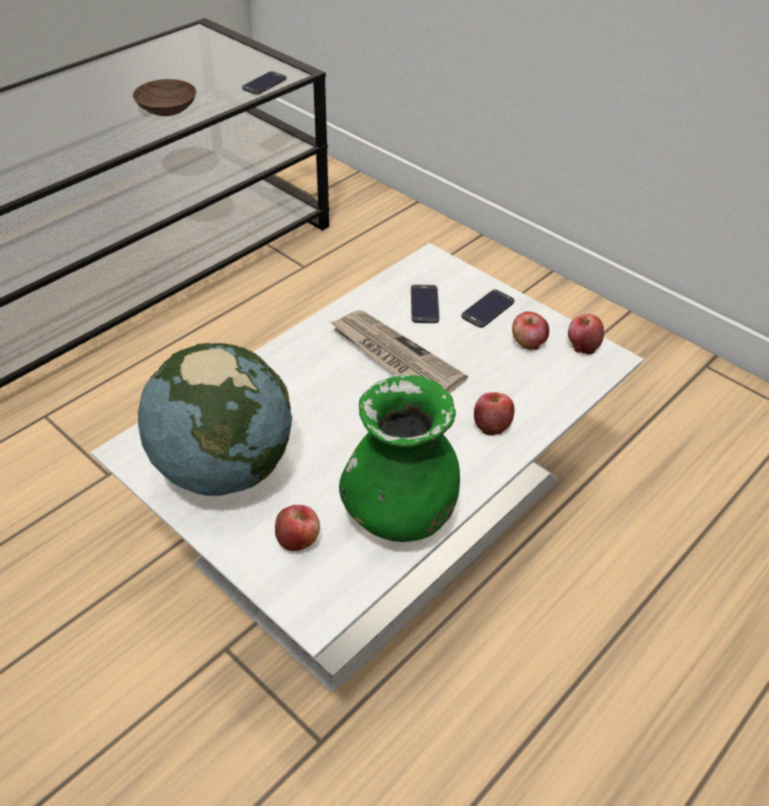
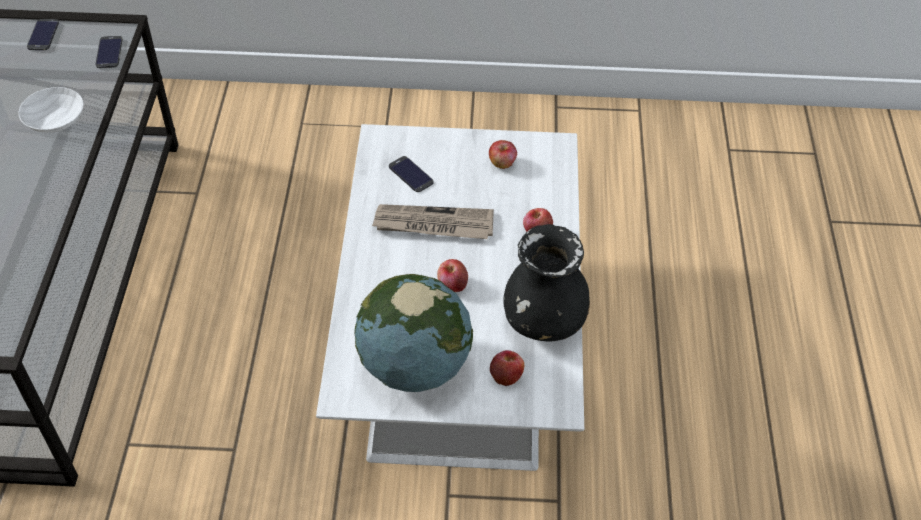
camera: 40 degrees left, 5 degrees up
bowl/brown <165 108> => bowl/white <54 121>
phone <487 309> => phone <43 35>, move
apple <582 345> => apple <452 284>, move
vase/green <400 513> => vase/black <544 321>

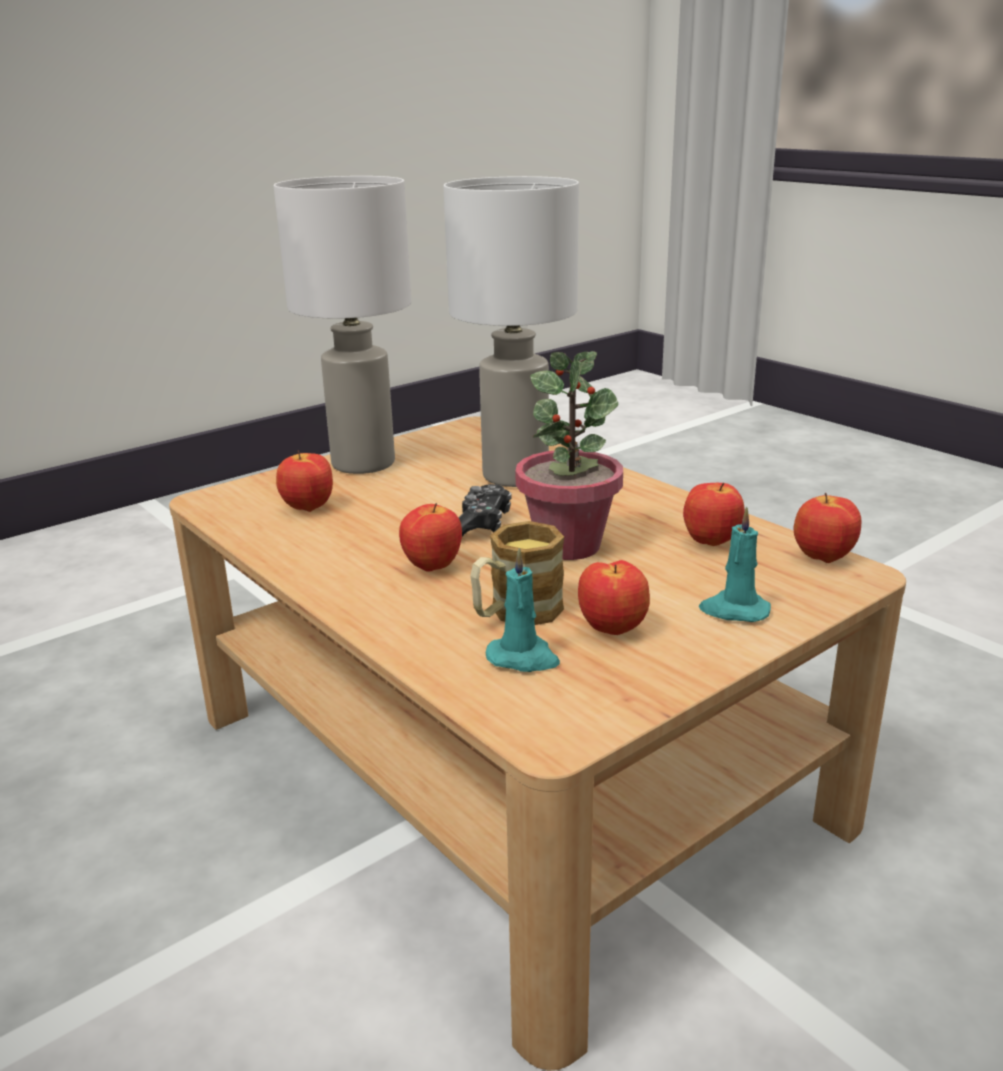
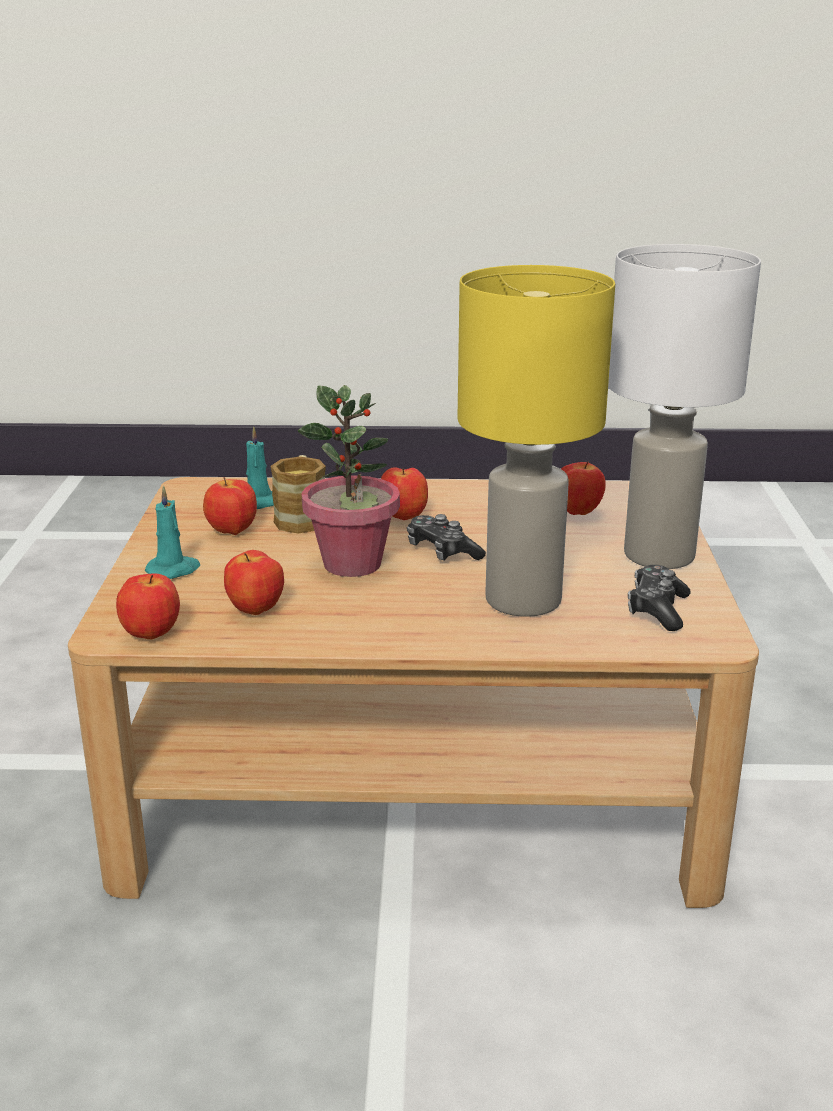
camera: 130 degrees right, 0 degrees up
table lamp/white <513 476> => table lamp/yellow <523 600>
nothing => game controller <657 609>

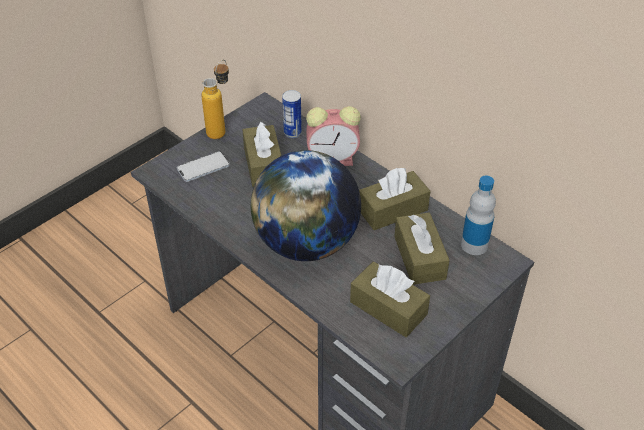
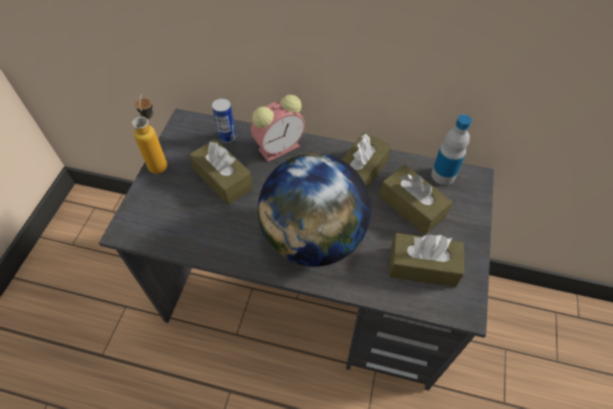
camera: 30 degrees left, 10 degrees up
phone <203 167> => nothing

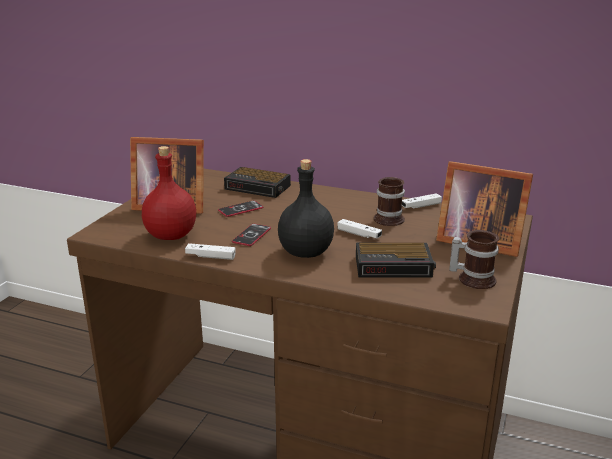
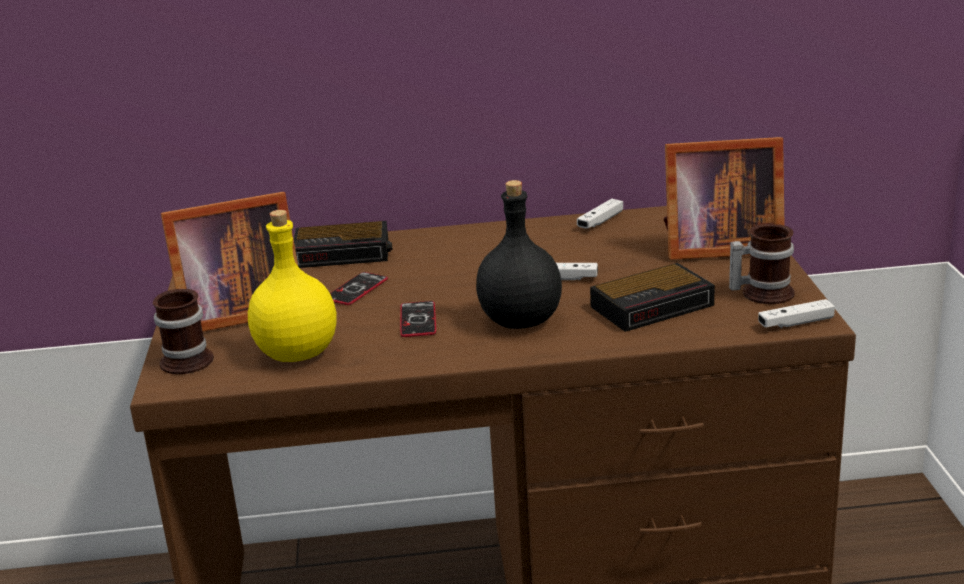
camera: 25 degrees left, 0 degrees up
mug <390 218> => mug <188 358>, move
bottle/red <172 236> => bottle/yellow <299 353>
game controller/white <210 256> => game controller/white <796 323>, move

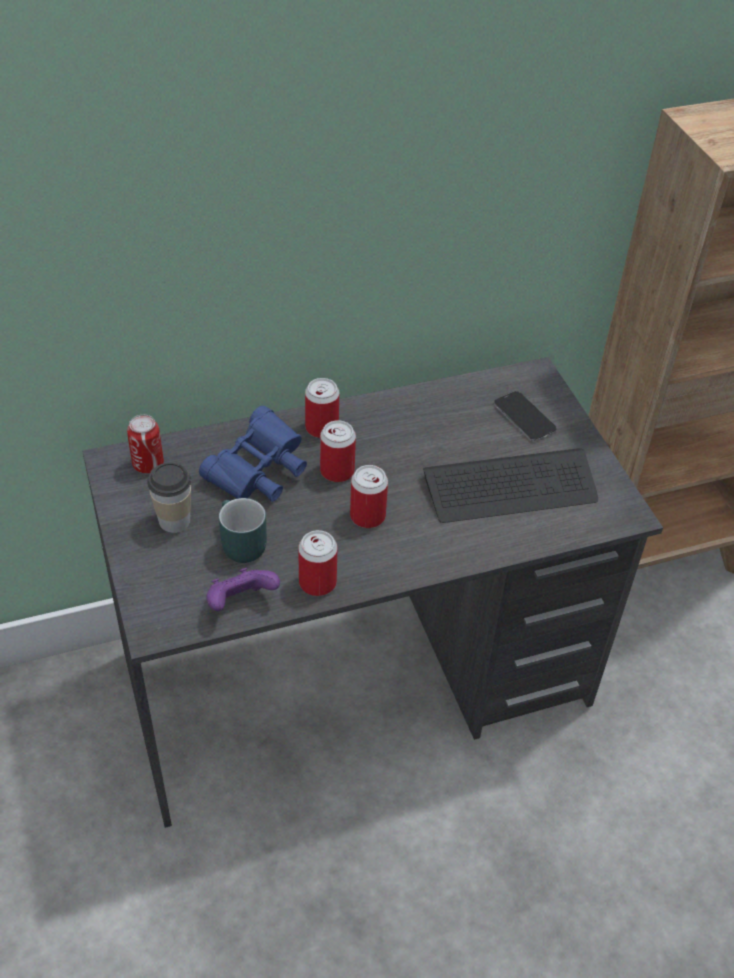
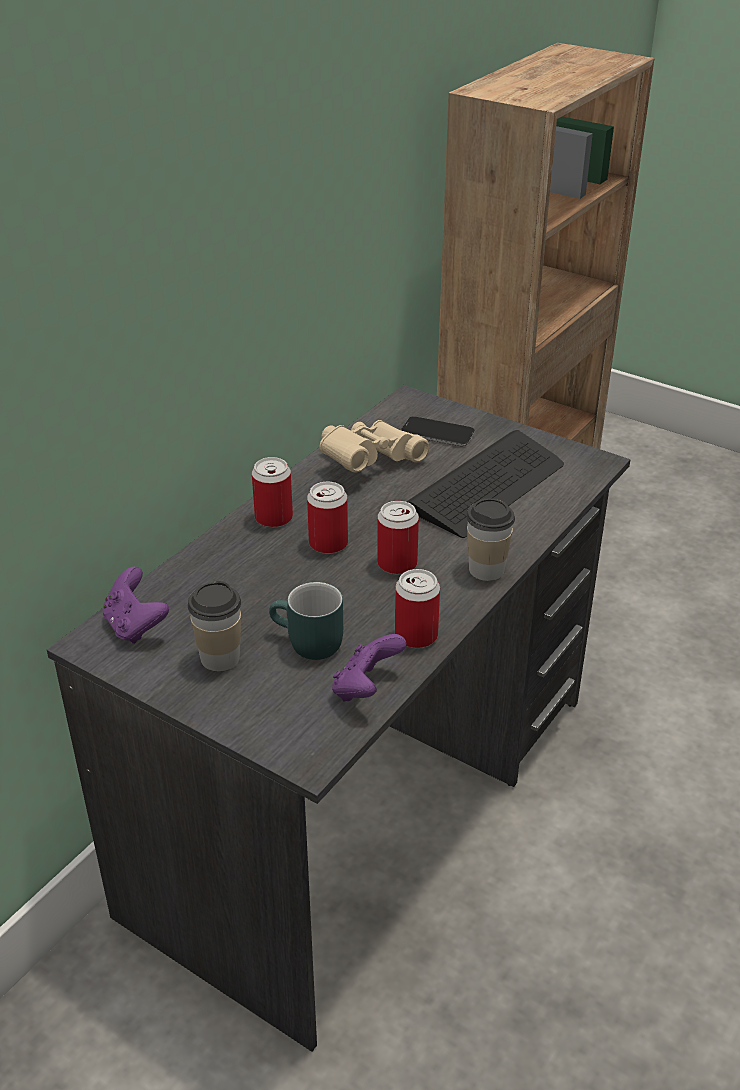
camera: 35 degrees left, 10 degrees down
can <148 464> => game controller/purple <135 626>
nothing => binoculars/beige <368 462>
nothing => cup <486 570>
binoculars/blue <258 473> => nothing

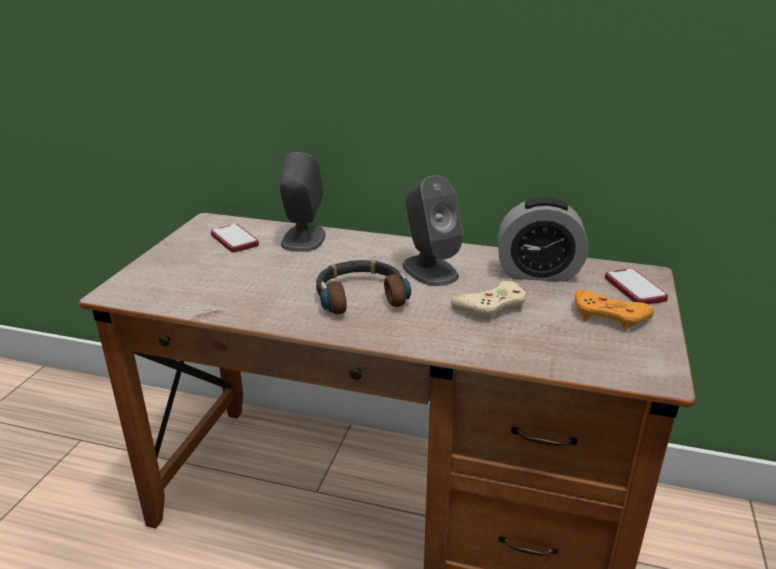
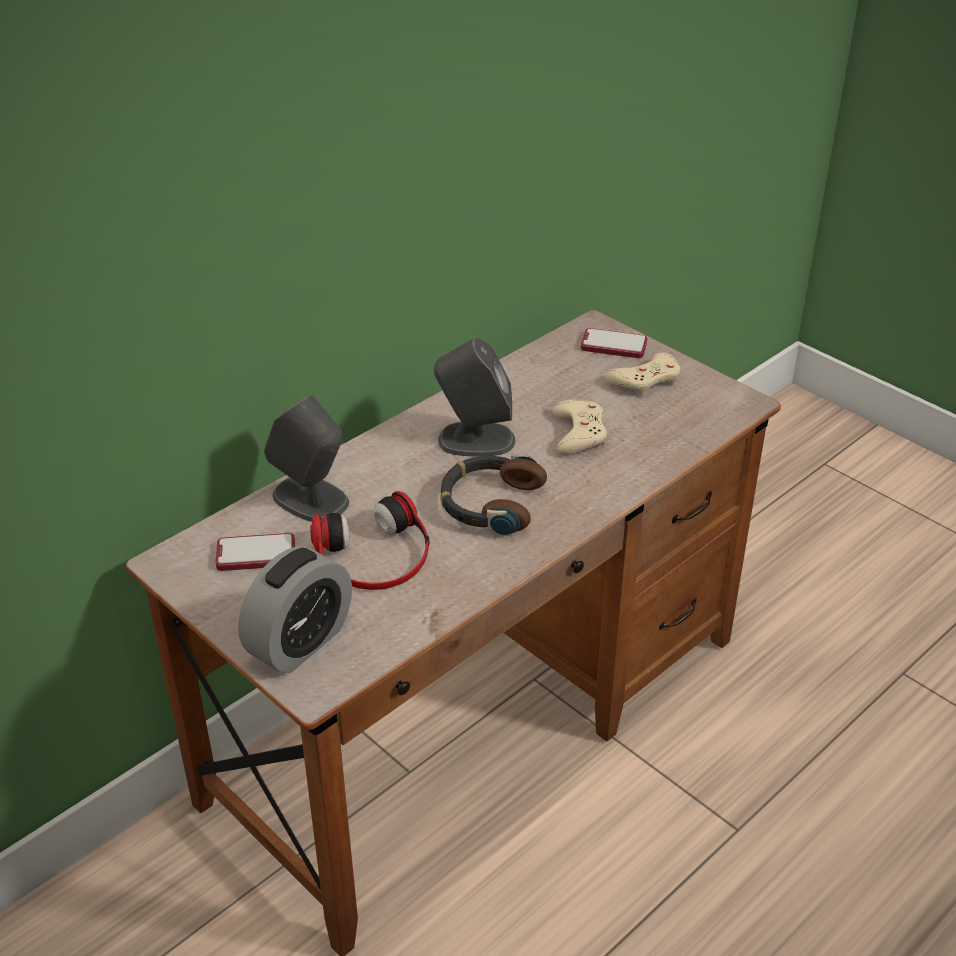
camera: 60 degrees left, 10 degrees up
alarm clock <538 273> => alarm clock <300 642>, move
nothing => headphones <374 555>
game controller/orange <610 316> => game controller/beige <646 380>

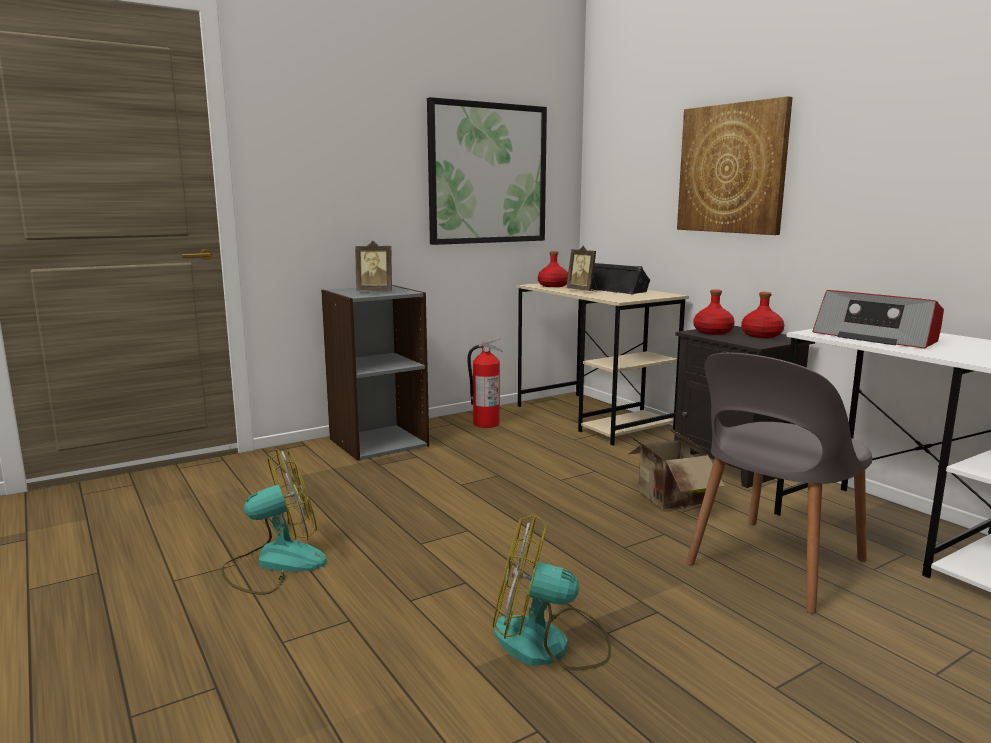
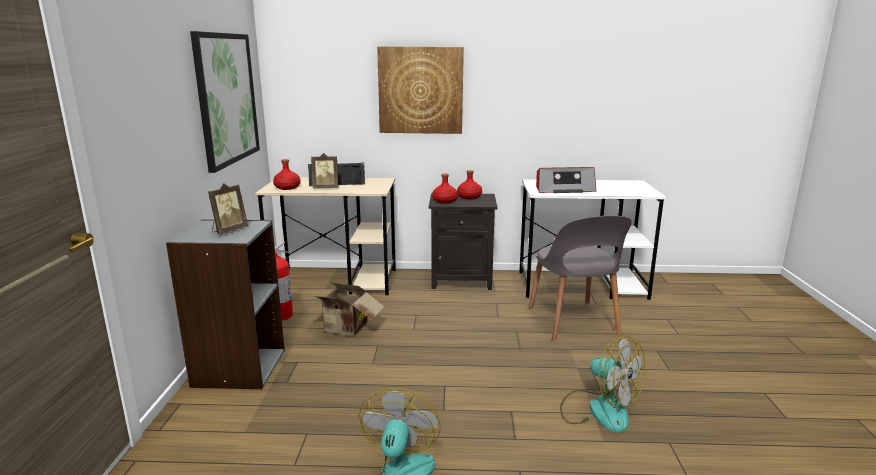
camera: 55 degrees left, 5 degrees up
cardboard box <667 500> => cardboard box <345 330>, move
fan <549 644> => fan <598 409>, 90 degrees counterclockwise

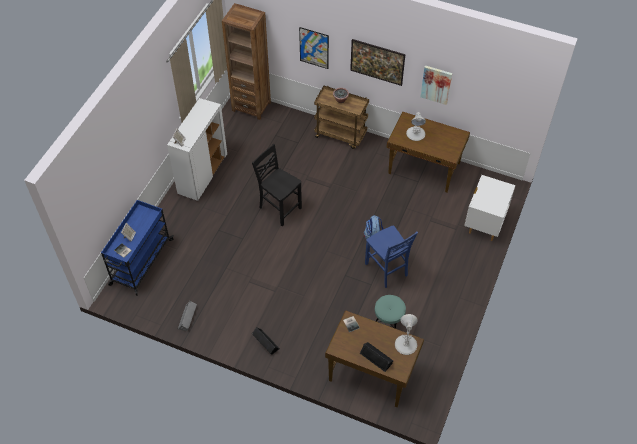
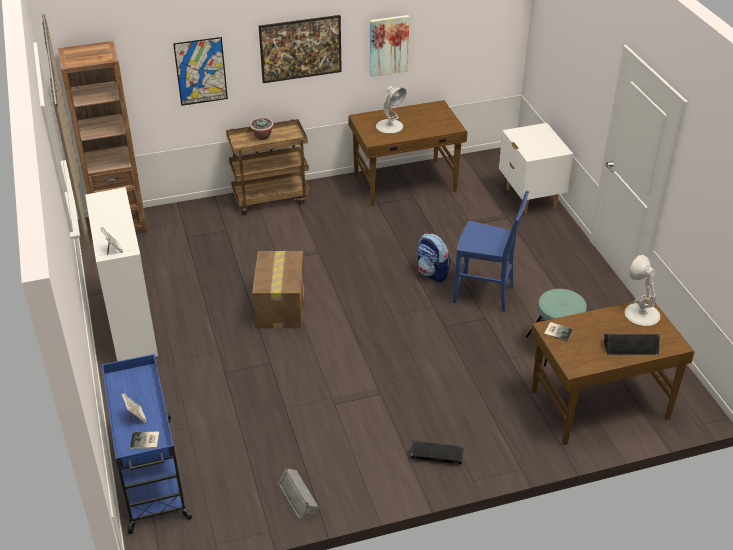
camera: 40 degrees left, 15 degrees down
chair/black <279 208> => cardboard box <280 305>

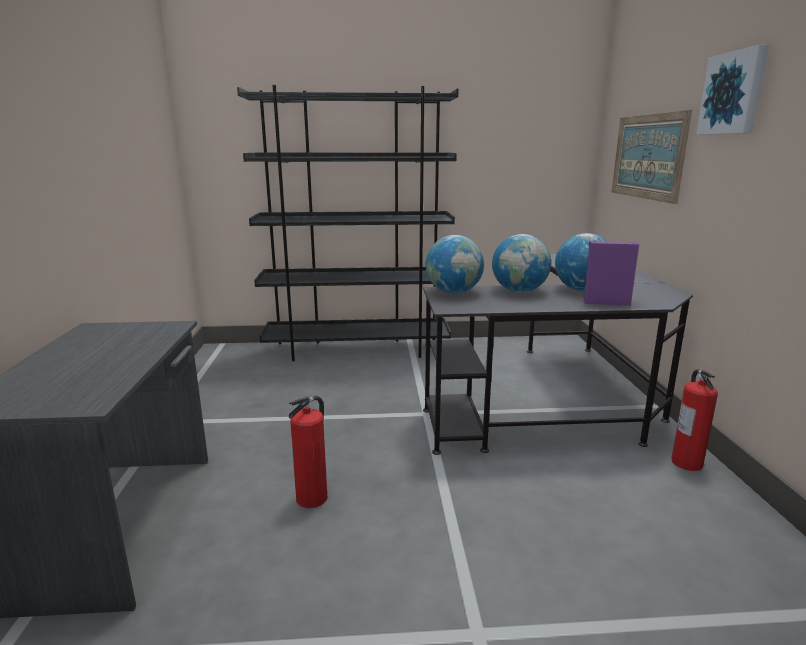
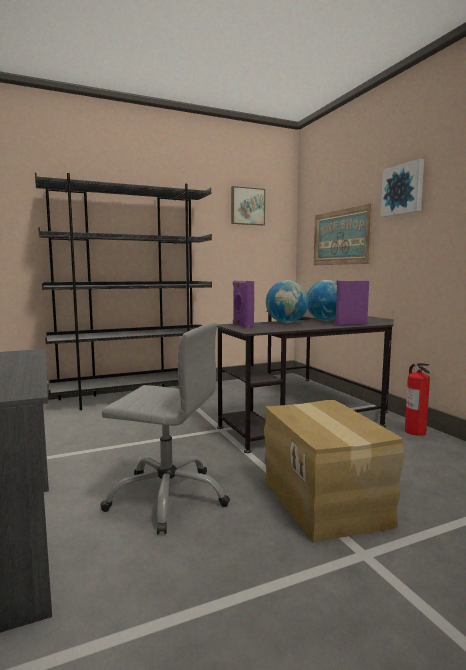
camera: 20 degrees left, 10 degrees down
fire extinguisher <312 497> => office chair/grey <168 497>
nothing => picture <247 206>
globe <453 292> => speaker/purple <242 325>
nothing => cardboard box <325 500>

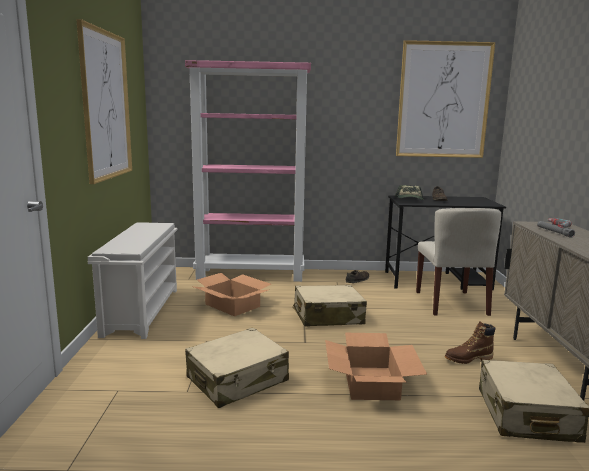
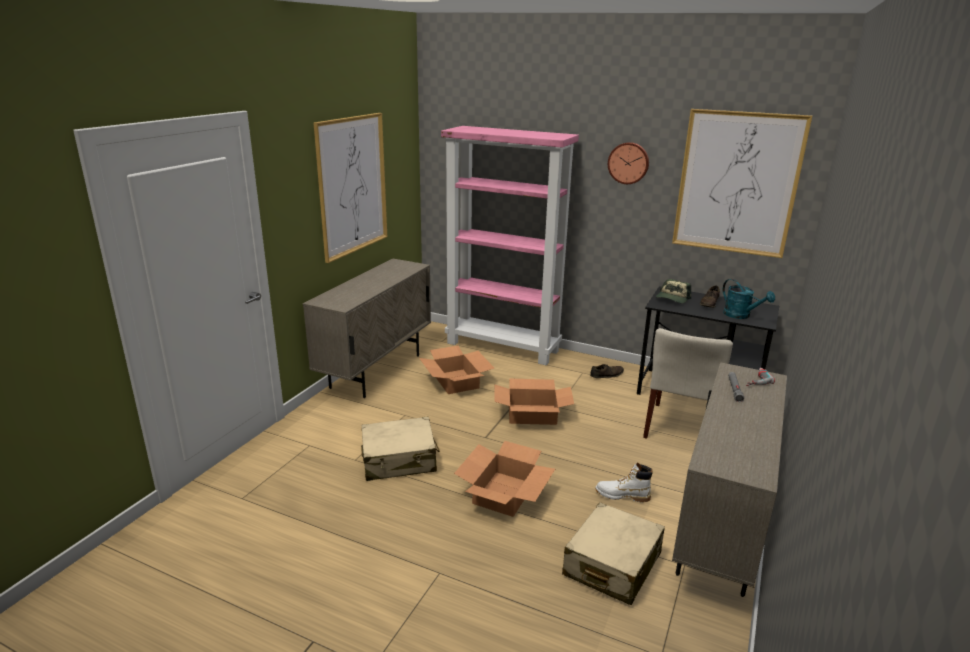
camera: 25 degrees right, 10 degrees up
shoe rack/white <141 311> => cabinet/beige <376 371>
suitcase/beige <327 317> => cardboard box <532 414>
boot/brown <468 359> => boot/white <622 495>
nothing => wall clock <628 163>
nothing => watering can/turquoise <741 315>

